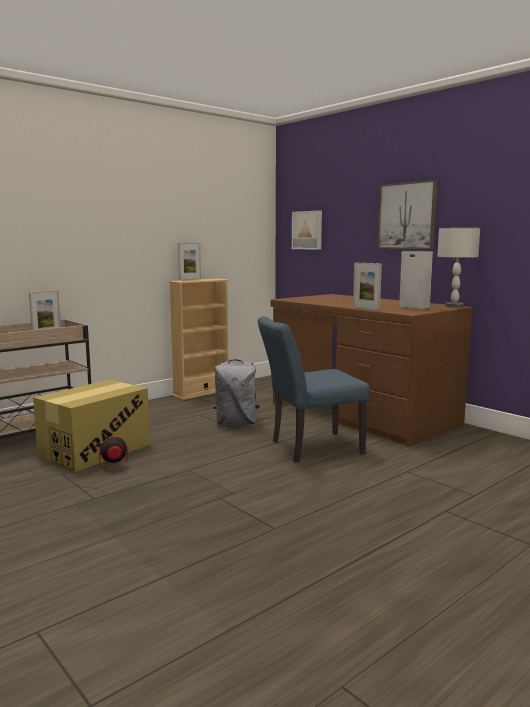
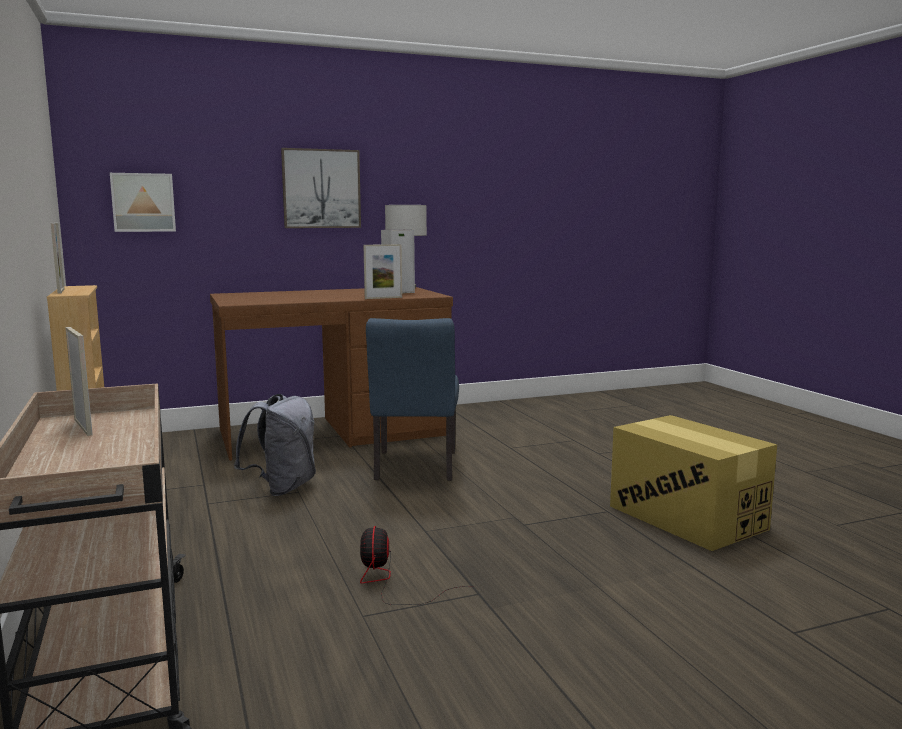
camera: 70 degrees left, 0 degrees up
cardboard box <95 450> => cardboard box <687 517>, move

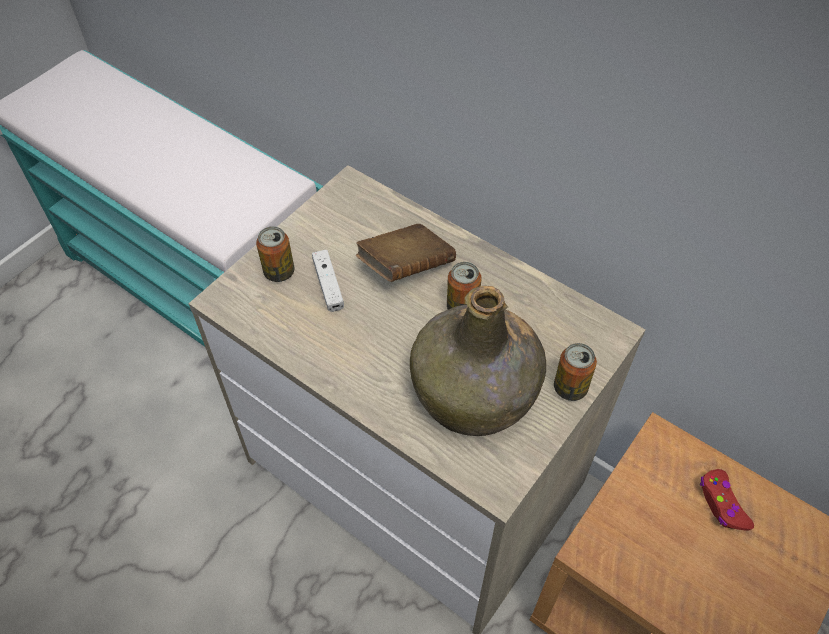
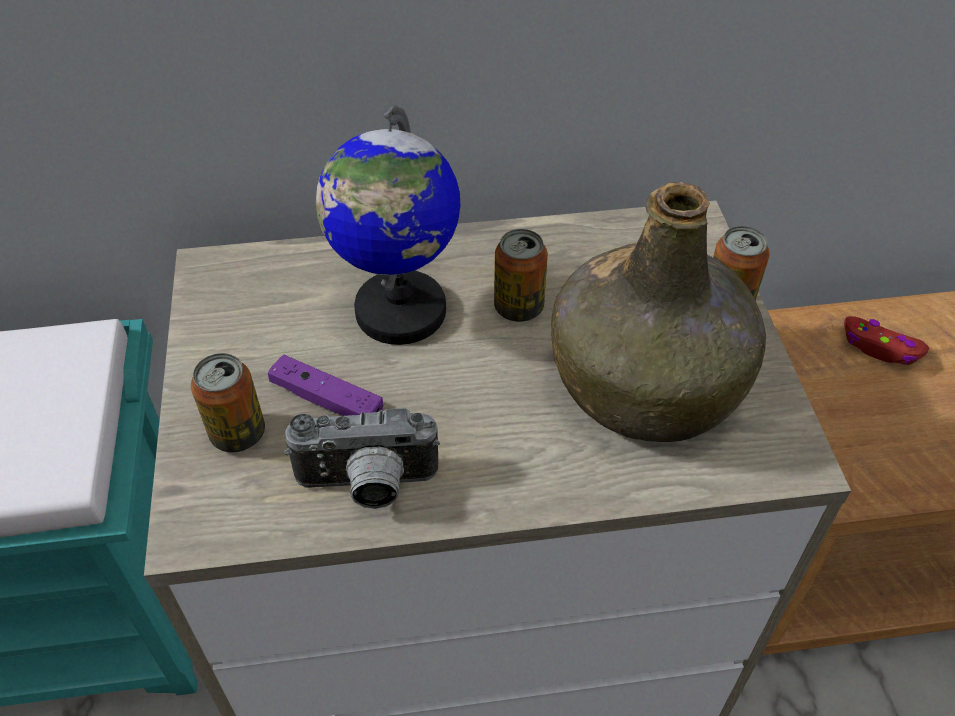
camera: 45 degrees left, 5 degrees down
game controller/white <328 285> => game controller/purple <327 400>
nothing => photo camera <367 486>
book/brown <406 267> => globe <399 311>

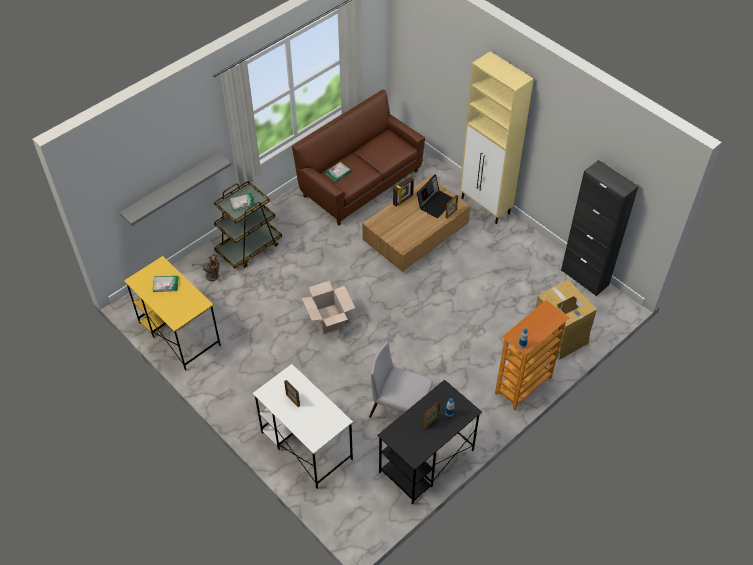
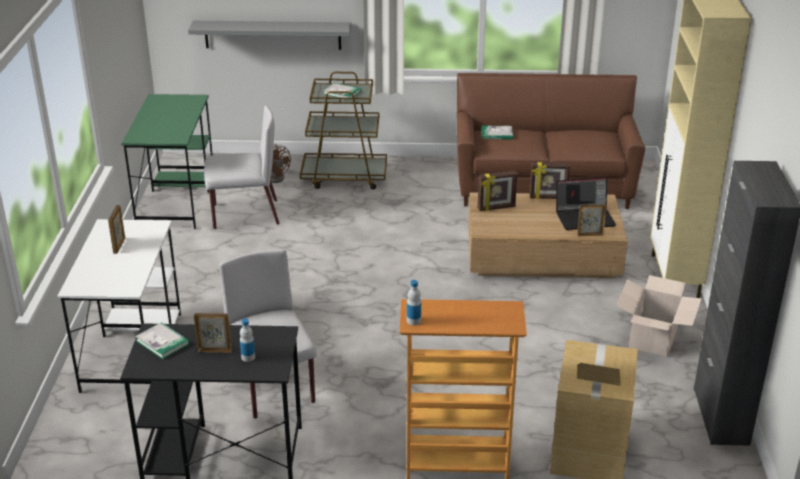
camera: 45 degrees right, 20 degrees down
desk/yellow <178 333> => desk/green <176 200>
book <165 284> => book <162 342>, move
nothing => chair/grey <244 214>
nothing => picture frame <496 208>
cardboard box <328 319> => cardboard box <652 338>, move

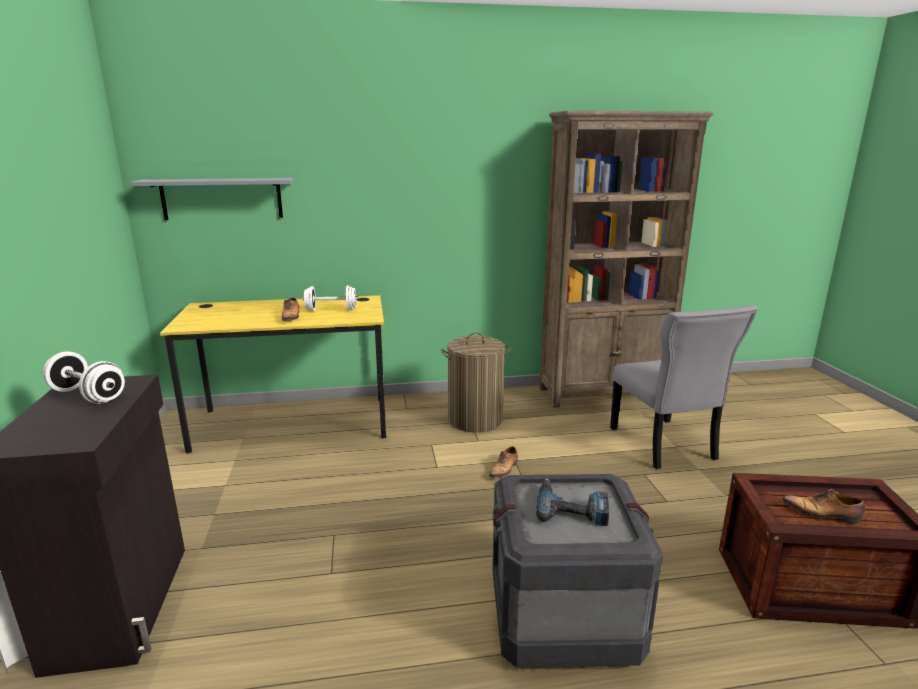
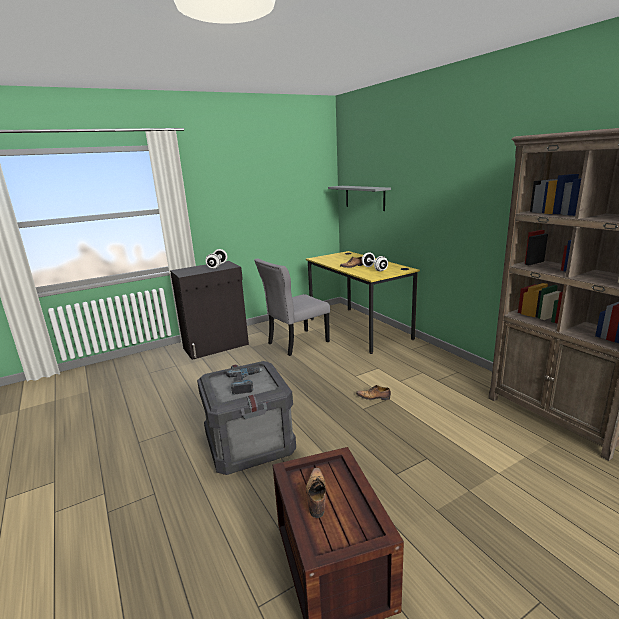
camera: 70 degrees right, 0 degrees up
chair/grey <664 445> => chair/grey <296 343>, move
laundry basket <475 419> => nothing

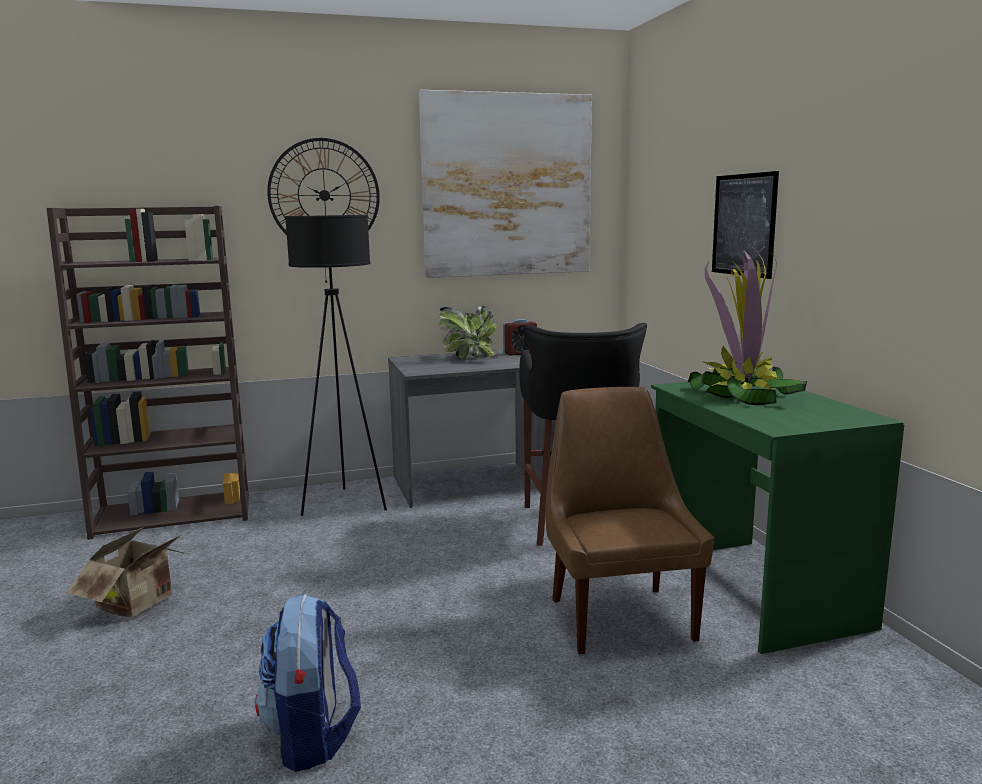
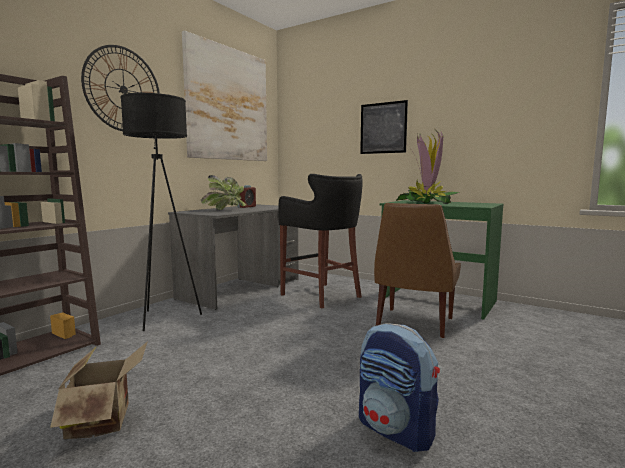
camera: 40 degrees left, 5 degrees down
chair/brown <619 616> => chair/brown <414 323>, 105 degrees counterclockwise

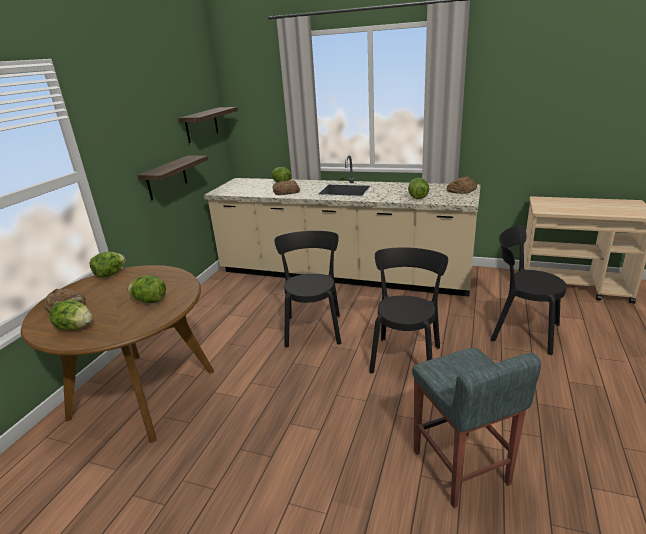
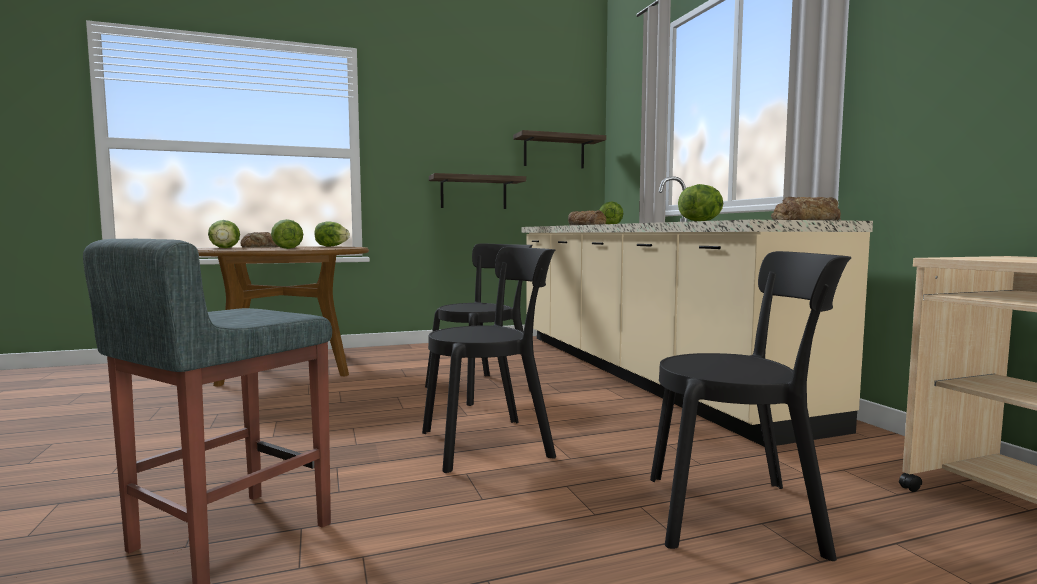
camera: 50 degrees right, 20 degrees down
chair/black <521 331> => chair/black <741 514>, 105 degrees clockwise

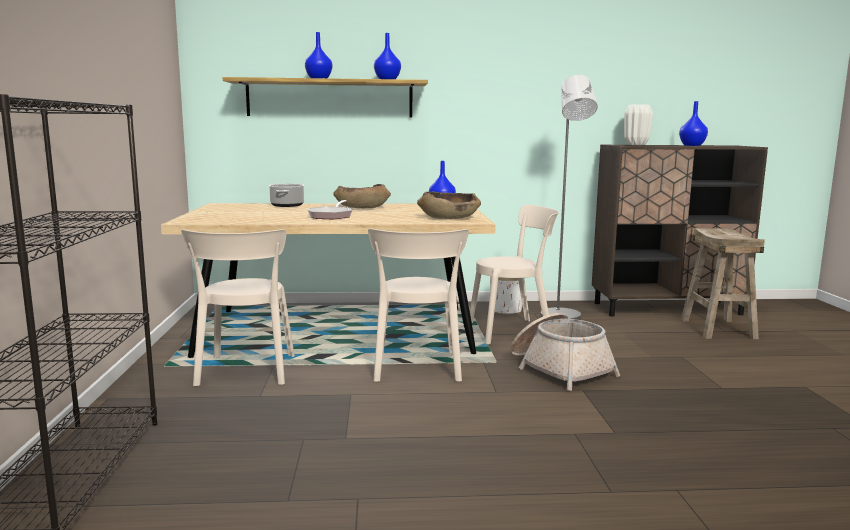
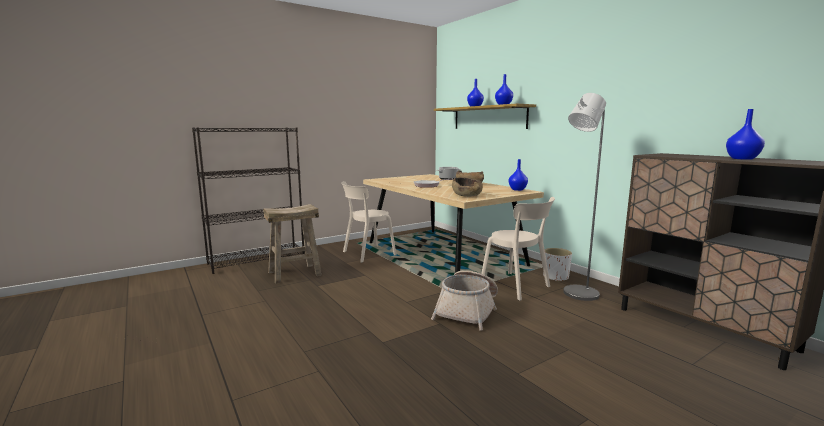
camera: 60 degrees right, 0 degrees up
stool/beige <717 328> => stool/beige <294 273>, move
chair/beige <417 368> => nothing
vase/white <635 144> => nothing

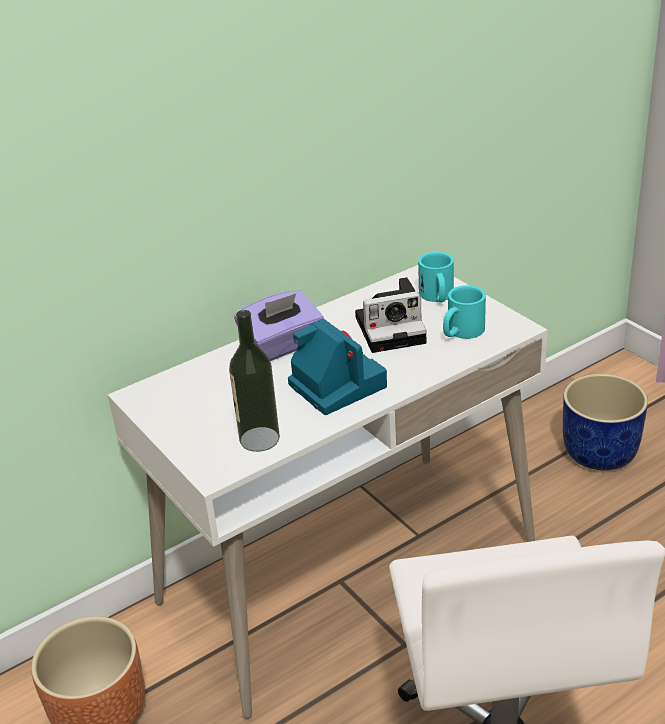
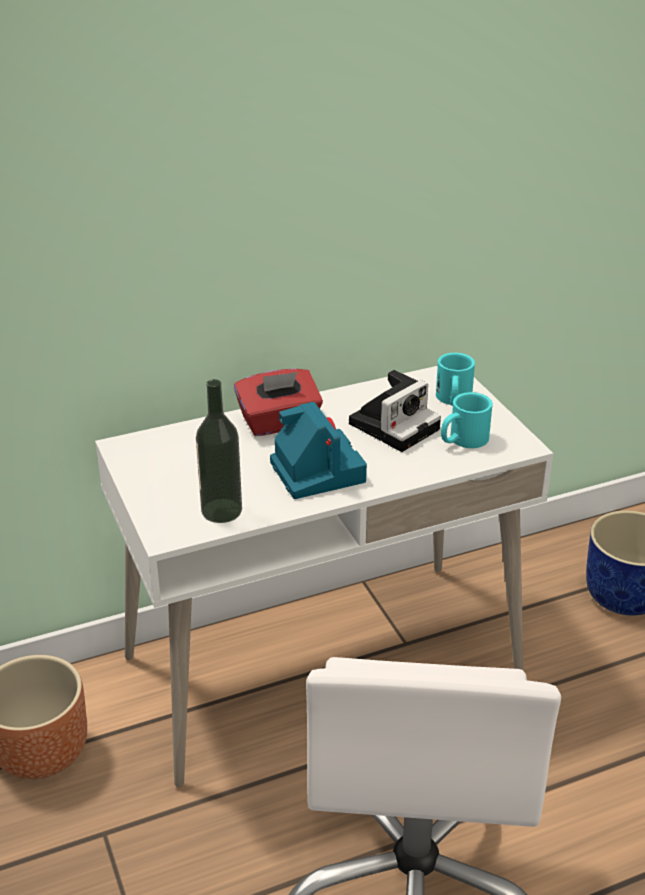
camera: 10 degrees right, 0 degrees up
tissue box/purple <282 346> => tissue box/red <279 423>
photo camera <393 329> => photo camera <395 425>, 45 degrees counterclockwise

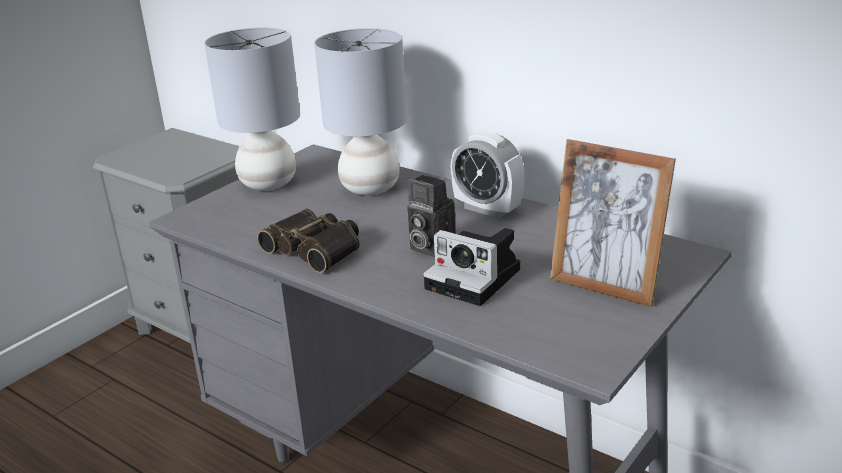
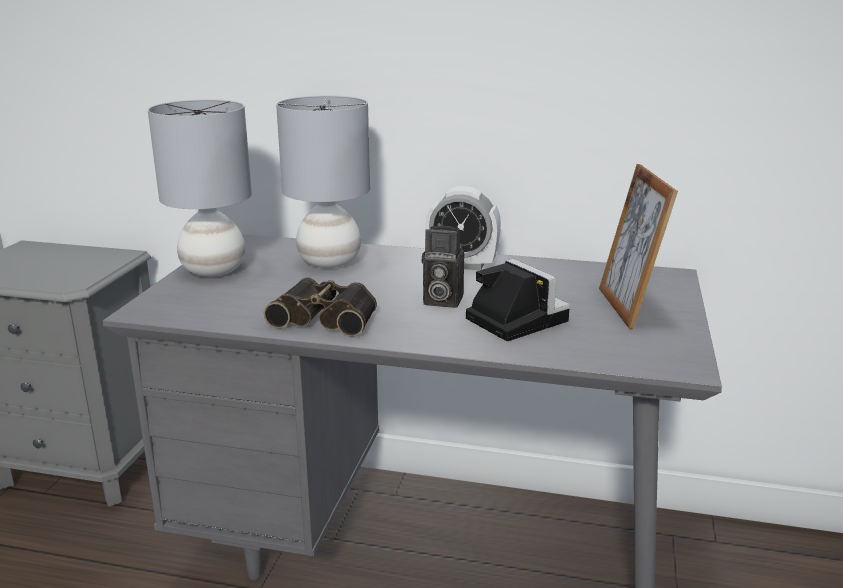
camera: 25 degrees left, 5 degrees down
photo camera <477 279> => photo camera <513 319>, 135 degrees counterclockwise
picture frame <605 286> => picture frame <628 307>, 75 degrees clockwise

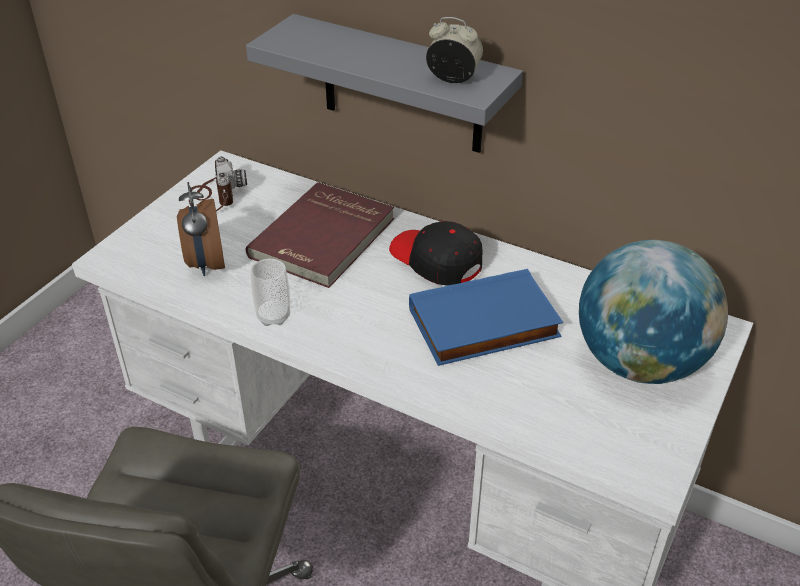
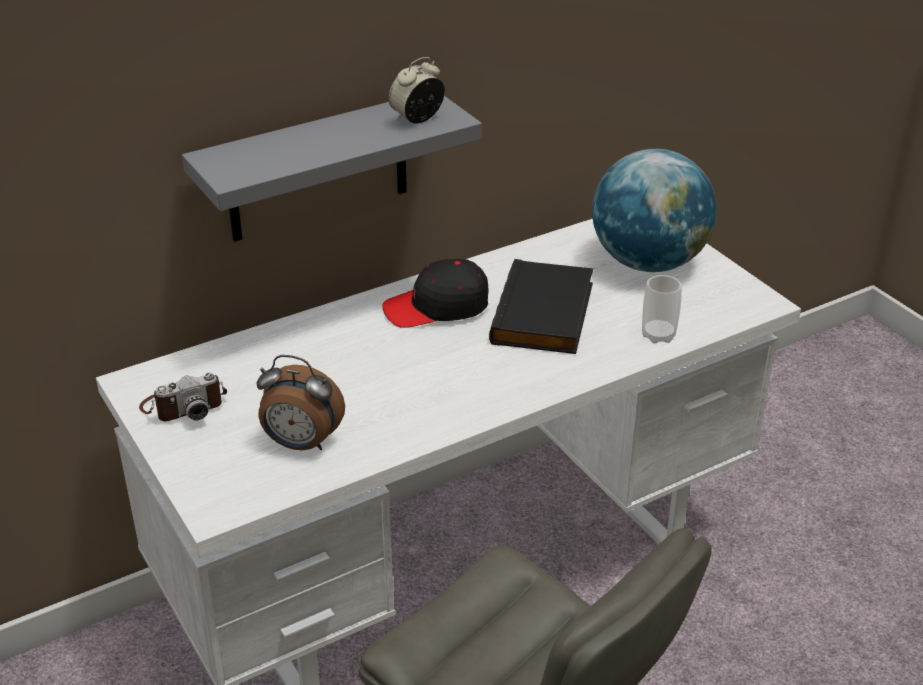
camera: 60 degrees left, 5 degrees down
photo camera <214 196> => photo camera <184 405>, 135 degrees clockwise
book/blue <484 325> => book/black <545 314>
cup <273 316> => cup <658 335>, move
book/red <325 238> => nothing

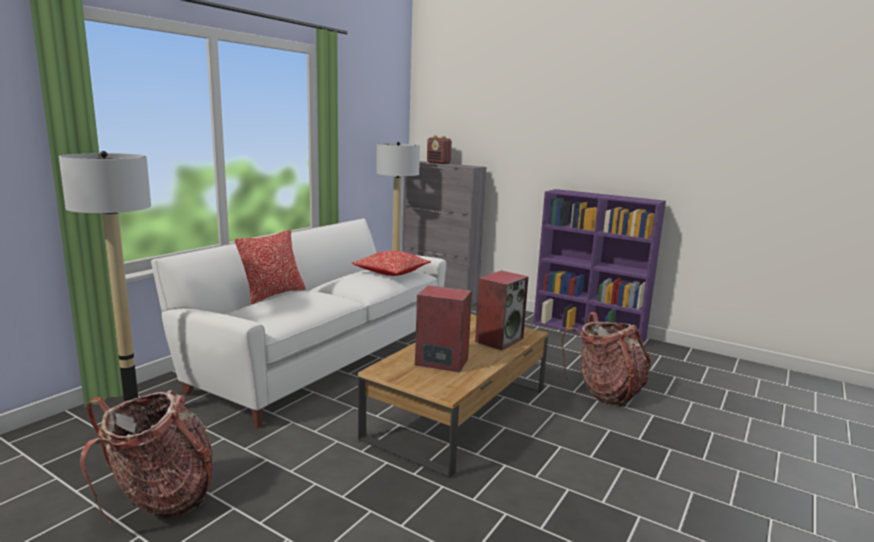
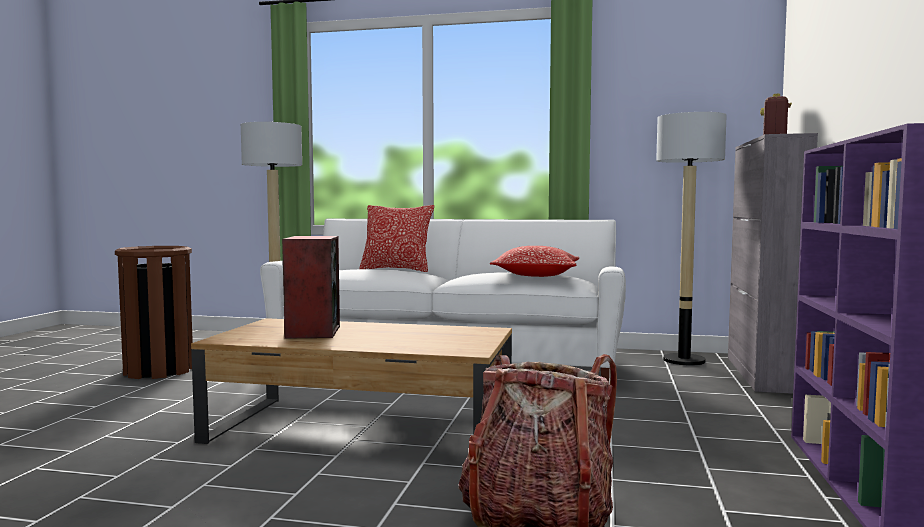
camera: 70 degrees right, 10 degrees down
backpack <161 498> => trash can/brown <158 370>
speaker <499 340> => nothing

